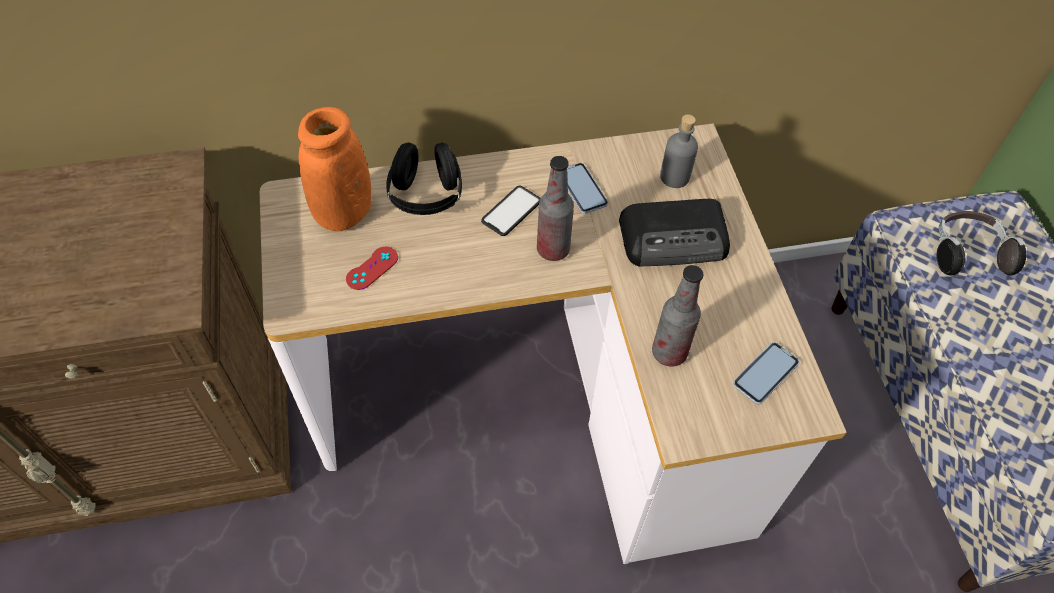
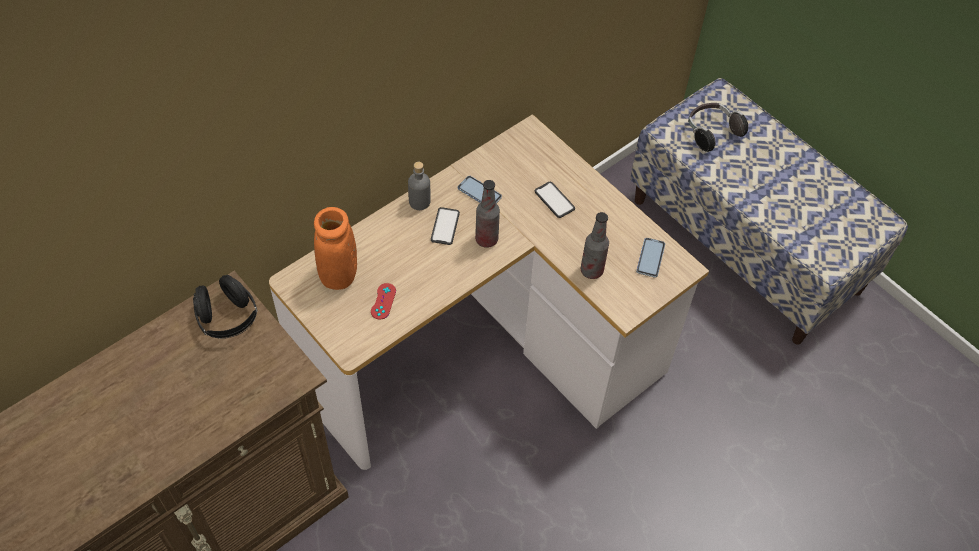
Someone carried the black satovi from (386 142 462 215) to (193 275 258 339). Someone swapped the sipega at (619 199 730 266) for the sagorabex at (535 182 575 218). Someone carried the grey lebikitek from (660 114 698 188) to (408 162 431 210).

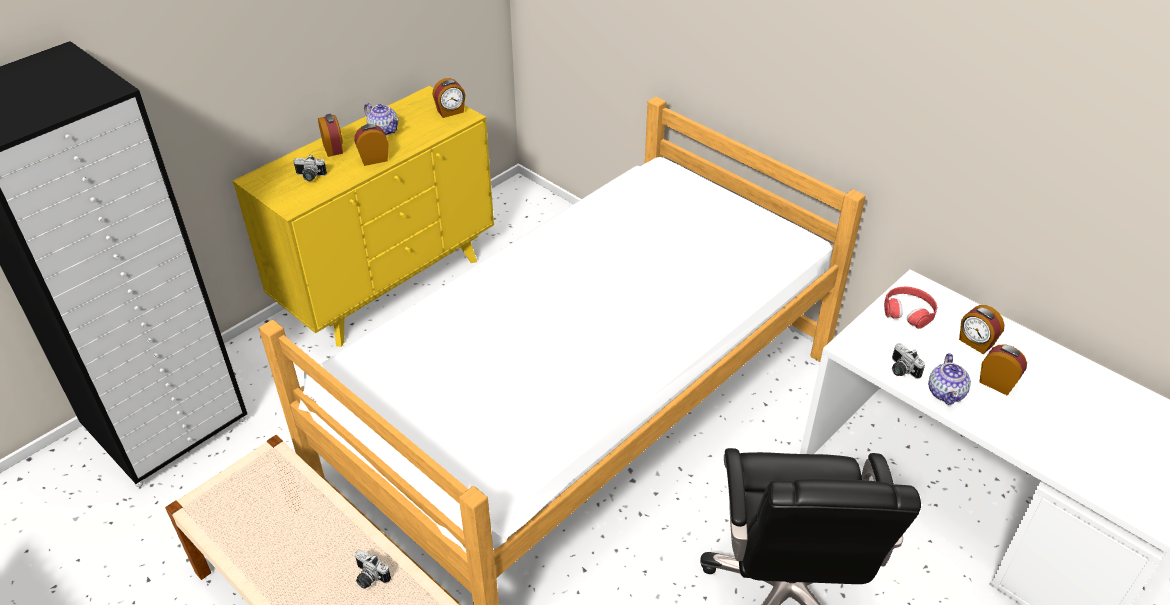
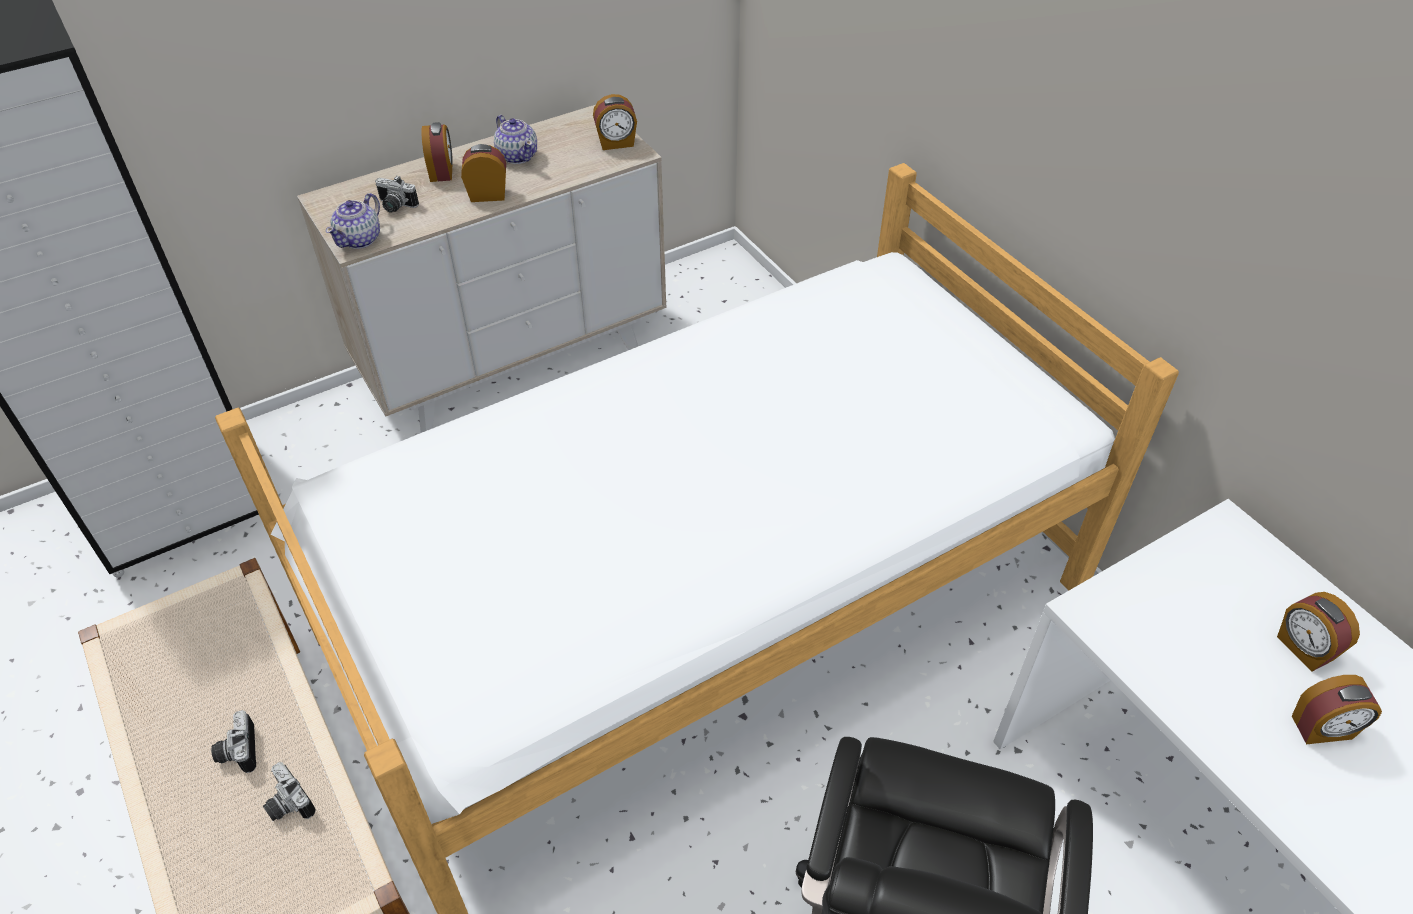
Someone repainted the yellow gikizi at (233 86 494 347), which became the white gikizi at (297 105 667 433). Someone took away the red satovi at (884 287 937 329). Someone carried the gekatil from (892 343 925 379) to (211 710 256 773). Someone carried the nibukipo from (928 353 971 405) to (326 193 380 249). Someone rotated the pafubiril at (980 344 1027 396) by 120 degrees clockwise.

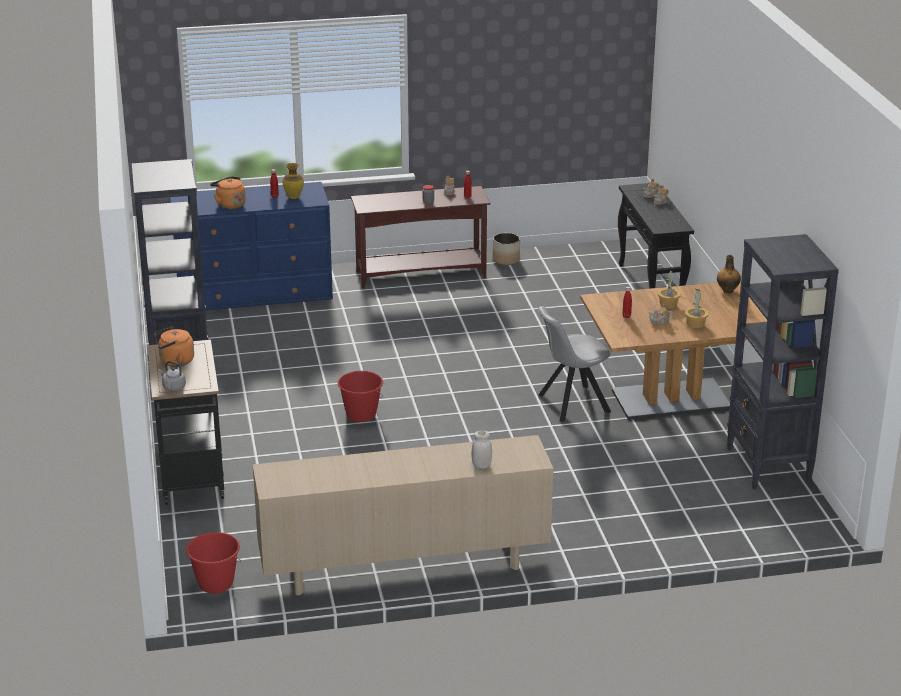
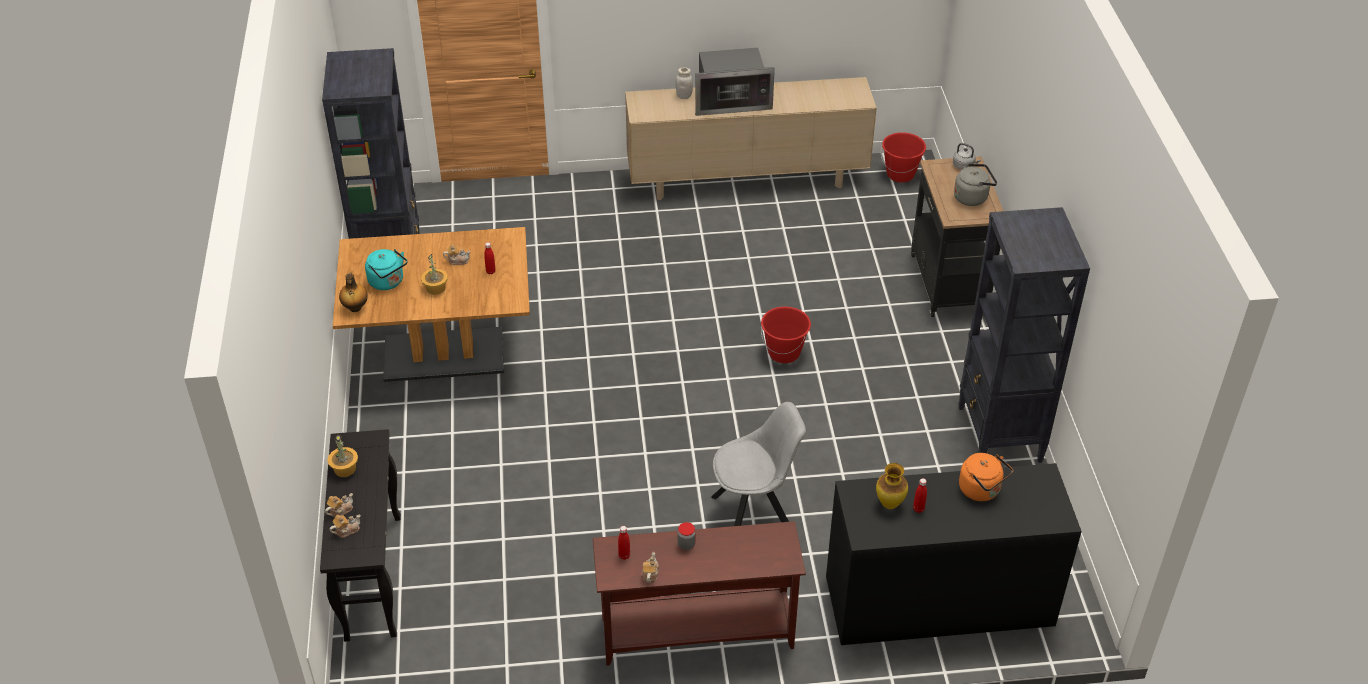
Someone repainted the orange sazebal at (154 327 194 367), which became the grey sazebal at (954 164 997 206). Someone repainted the blue gikizi at (170 182 333 310), which became the black gikizi at (826 463 1082 645). Someone took away the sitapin at (492 233 520 265). Someone carried the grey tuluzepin from (538 306 611 422) to (711 402 806 526). Someone carried the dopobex from (685 289 709 328) to (327 434 358 477). Someone put down the turquoise sazebal at (365 249 408 290). Someone put down the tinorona at (695 48 775 116).

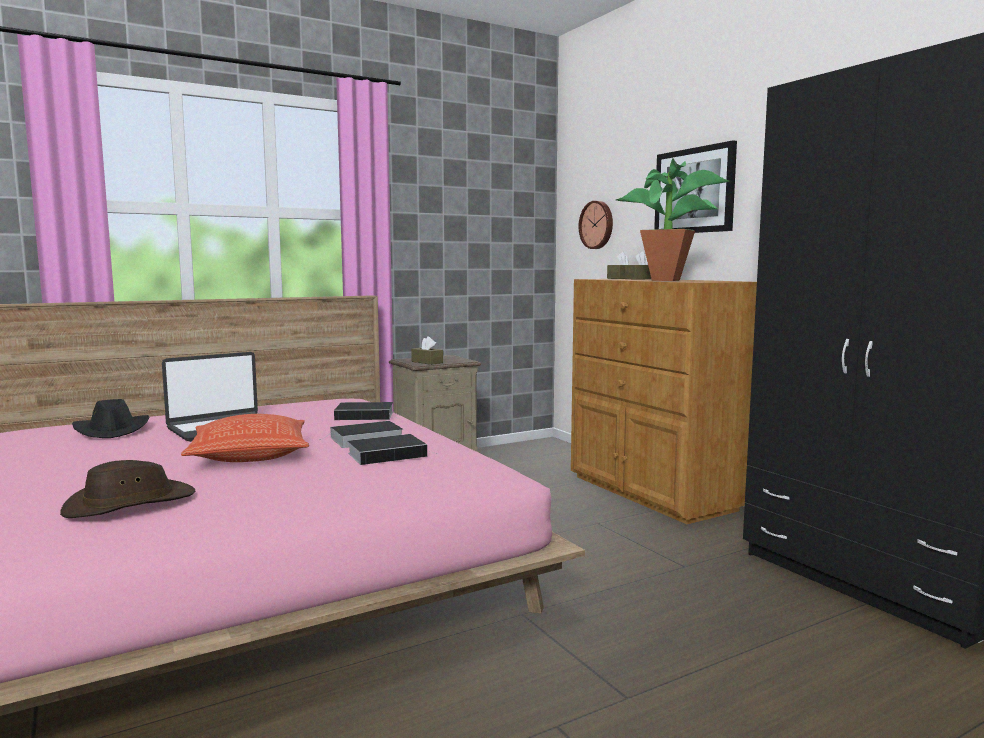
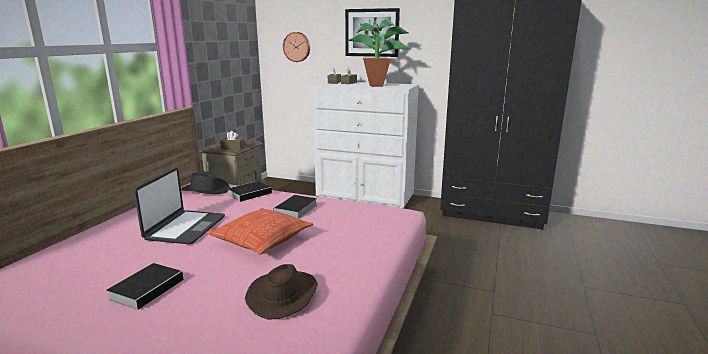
Someone carried the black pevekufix from (72 399 149 438) to (181 171 230 194). Someone carried the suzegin from (348 434 436 465) to (106 263 188 310). Someone repainted the brown gikizi at (571 279 757 524), which became the white gikizi at (313 82 419 208).

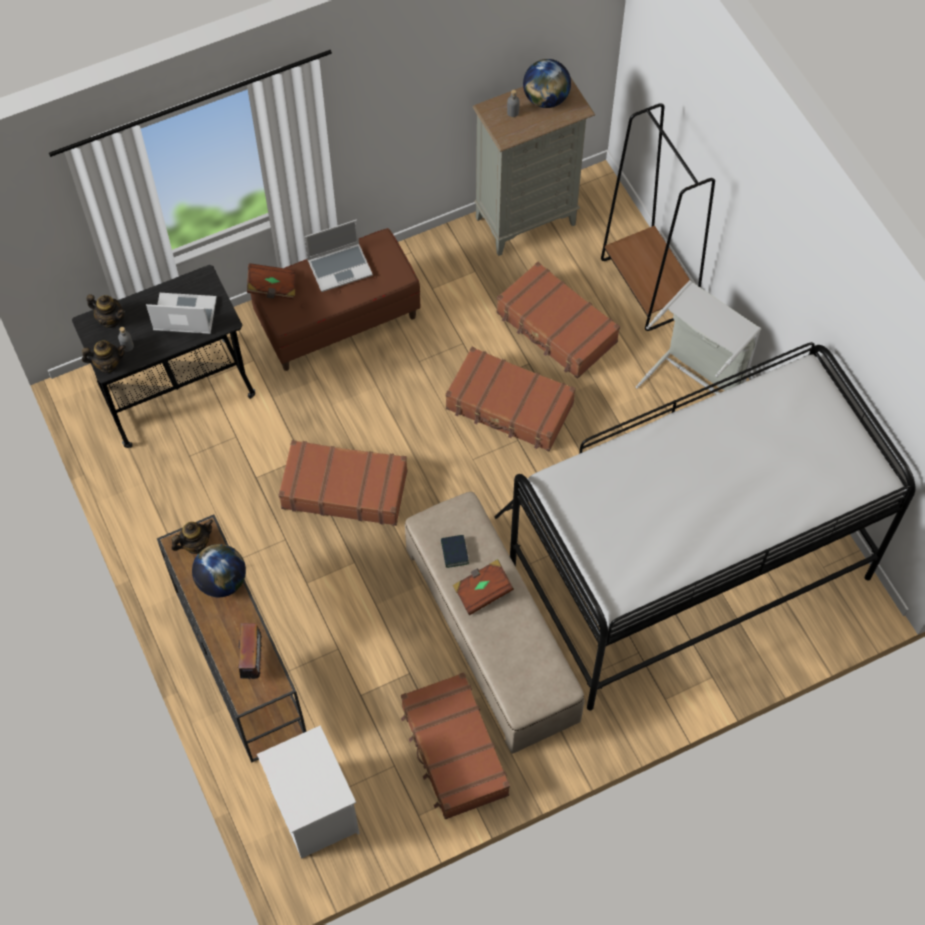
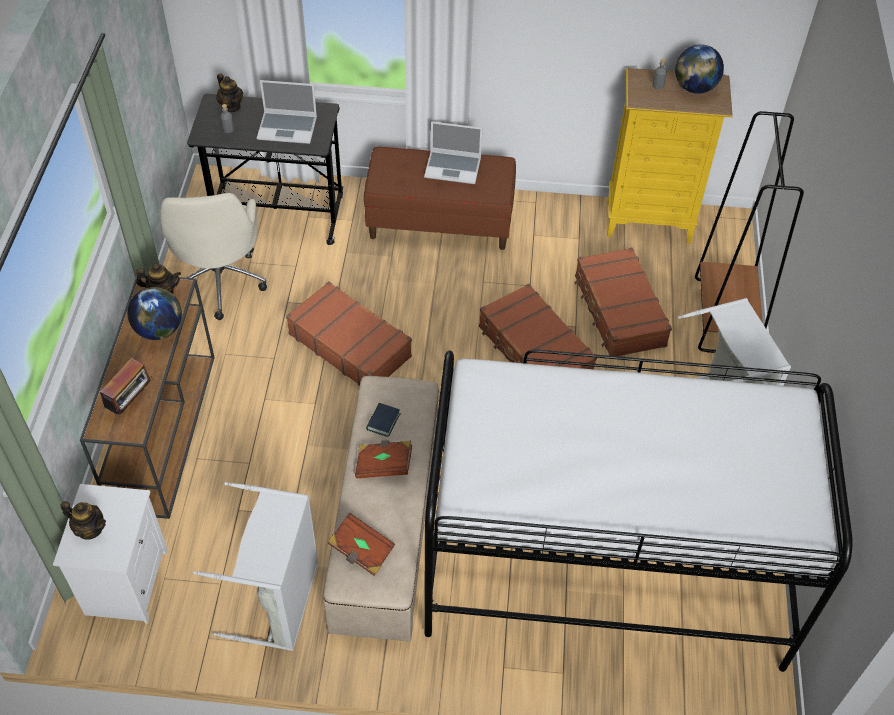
Someone carried the nibukipo from (82 340 126 373) to (60 501 106 540). Someone rotated the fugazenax at (146 293 217 334) by 150 degrees clockwise. Someone carried the brown suzegin from (247 263 295 299) to (328 512 395 576). Someone swapped the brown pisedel at (401 672 510 819) for the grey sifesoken at (193 482 318 651). Someone repainted the grey gikizi at (473 77 595 256), which became the yellow gikizi at (607 68 733 244). Someone put down the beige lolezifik at (160 193 267 320).

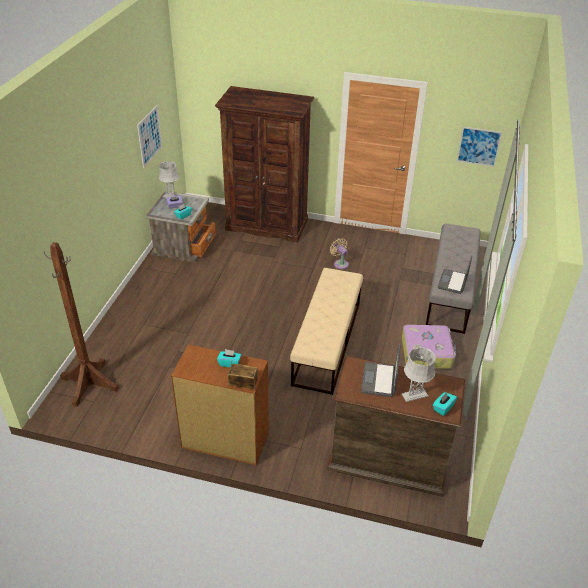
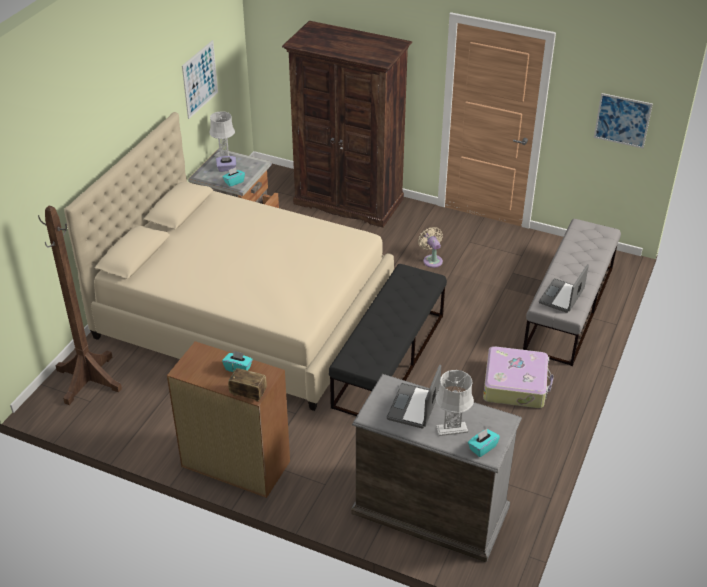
Someone repainted the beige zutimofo at (290 268 363 395), which became the black zutimofo at (329 264 447 416). Someone repainted the brown gikizi at (327 356 465 497), which became the grey gikizi at (351 374 522 562). Someone put down the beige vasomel at (64 112 394 411).

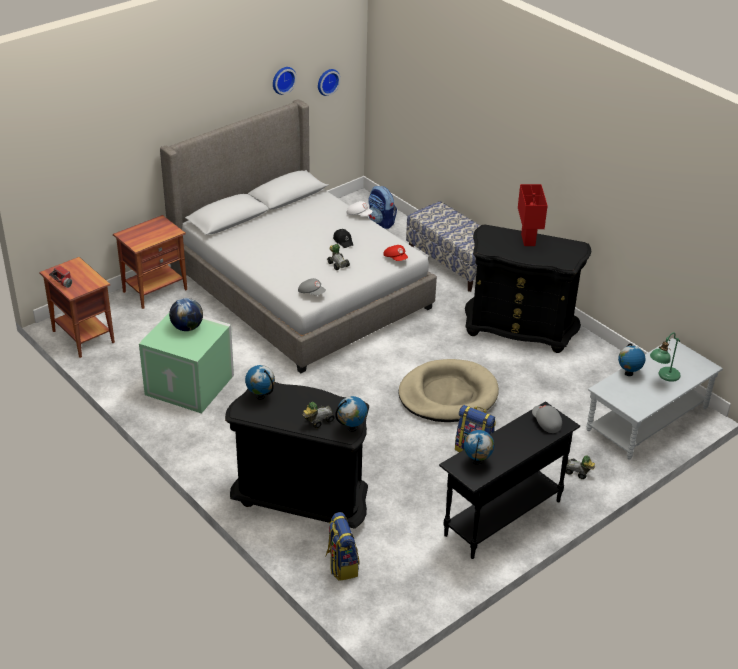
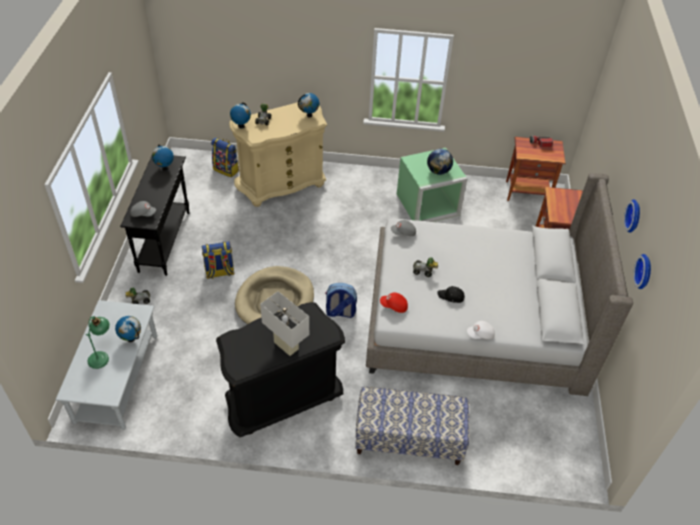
Someone repainted the black gikizi at (225 382 369 529), which became the beige gikizi at (229 102 327 207). Someone carried the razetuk from (318 69 341 96) to (624 200 640 233). Someone carried the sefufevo from (368 186 397 229) to (325 283 357 318). Someone repainted the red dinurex at (518 184 548 246), which became the white dinurex at (260 291 309 356).

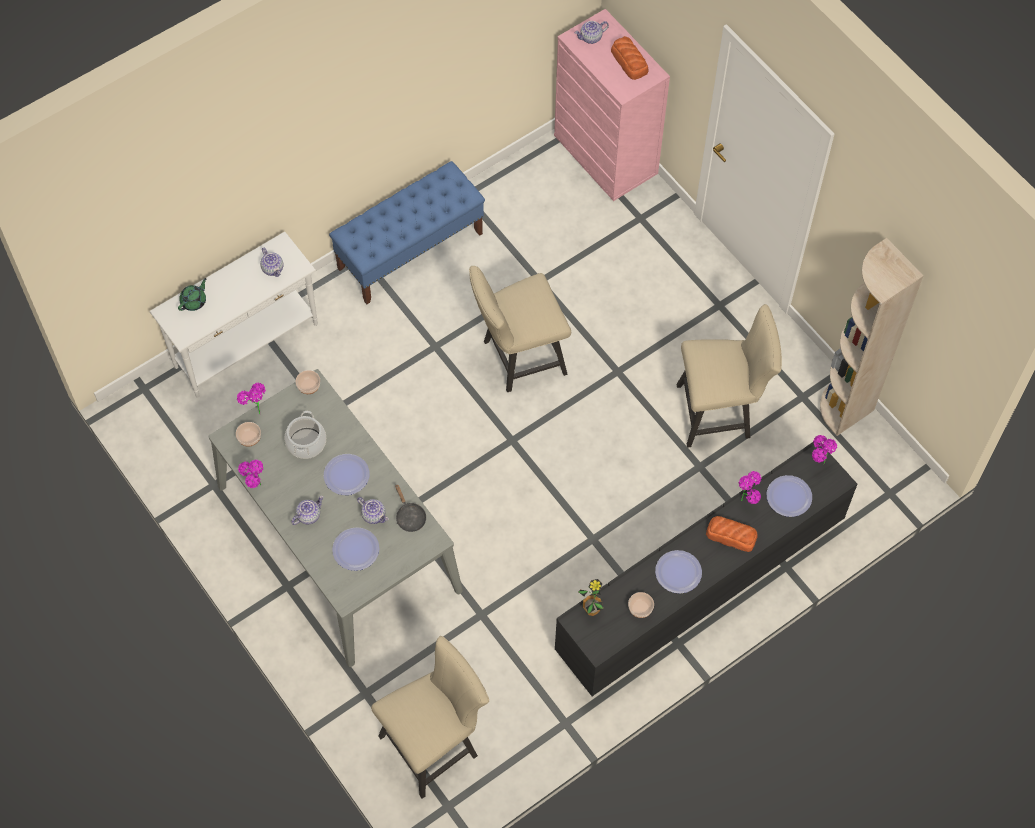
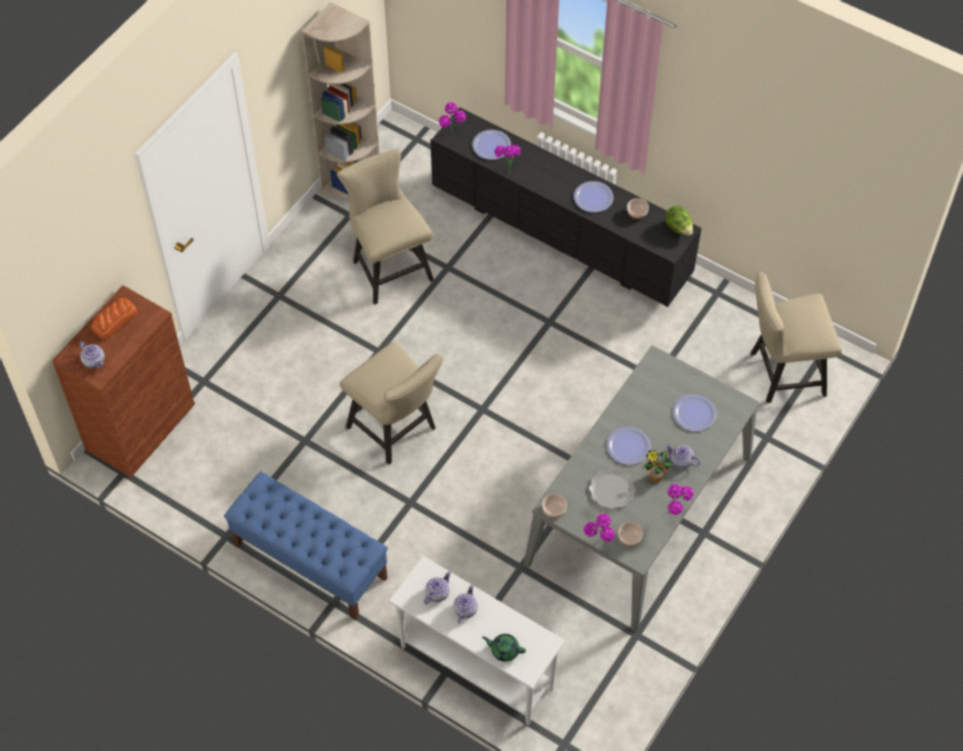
Someone swapped the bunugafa at (284 411 326 459) for the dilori at (589 468 635 509). Someone carried the nibukipo from (357 497 389 524) to (453 585 478 623). Someone rotated the beige tuluzepin at (371 636 489 799) by 45 degrees counterclockwise. Someone took away the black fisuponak at (395 485 426 532). Someone repainted the pink gikizi at (554 9 670 201), which became the brown gikizi at (52 285 195 478). Someone carried the dopobex from (578 579 603 616) to (645 450 673 482). Someone took away the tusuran at (706 516 758 552). Someone put down the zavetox at (665 205 693 236).

